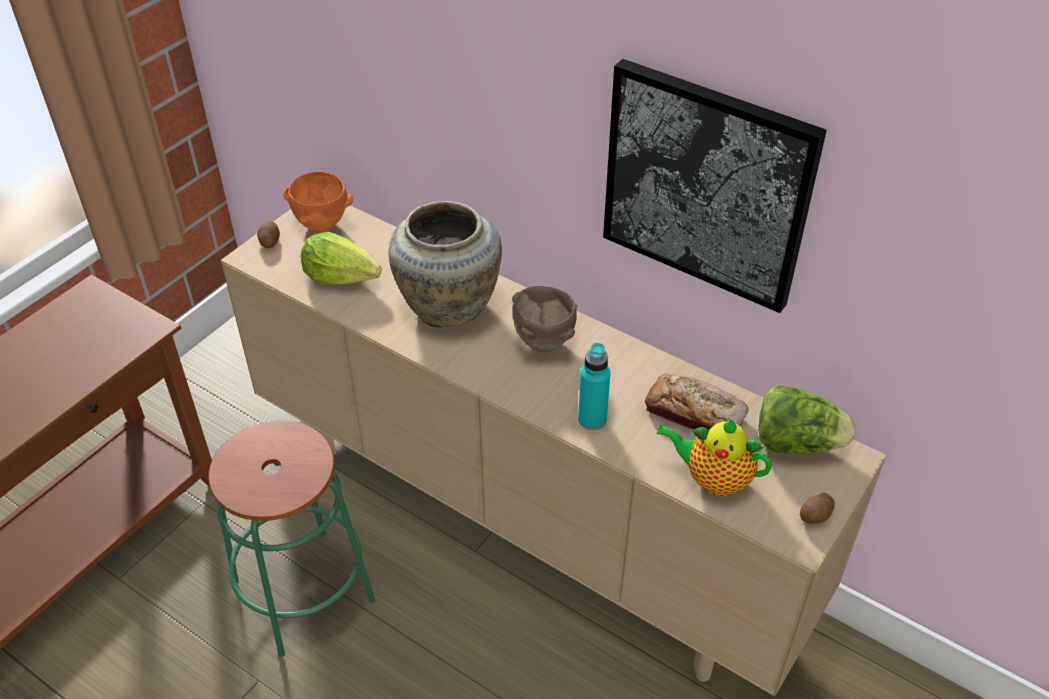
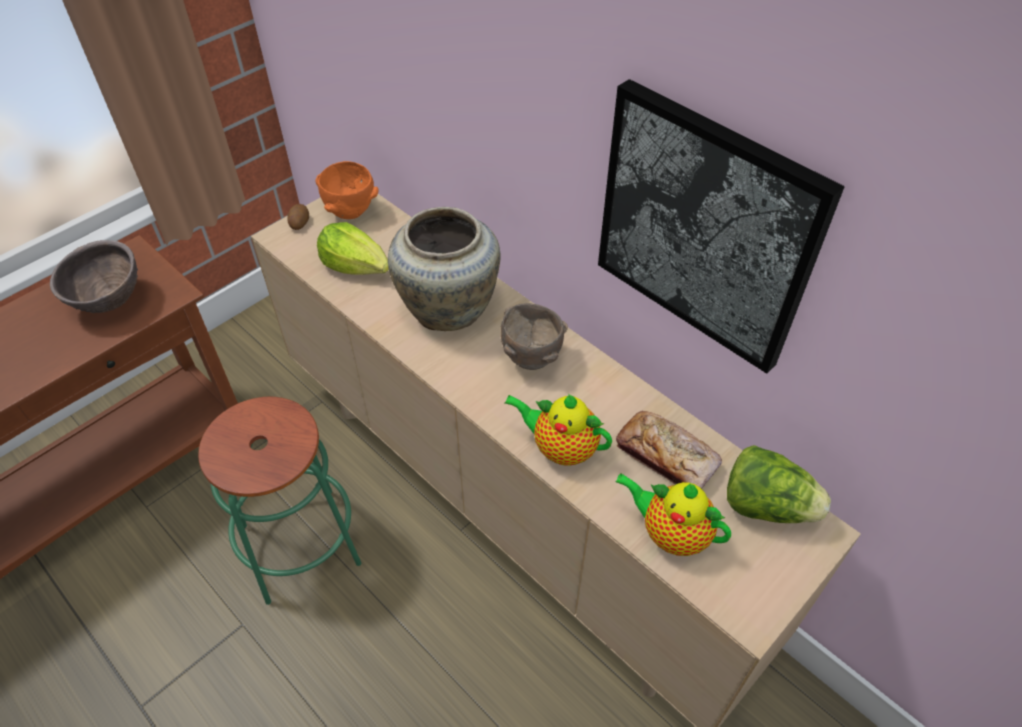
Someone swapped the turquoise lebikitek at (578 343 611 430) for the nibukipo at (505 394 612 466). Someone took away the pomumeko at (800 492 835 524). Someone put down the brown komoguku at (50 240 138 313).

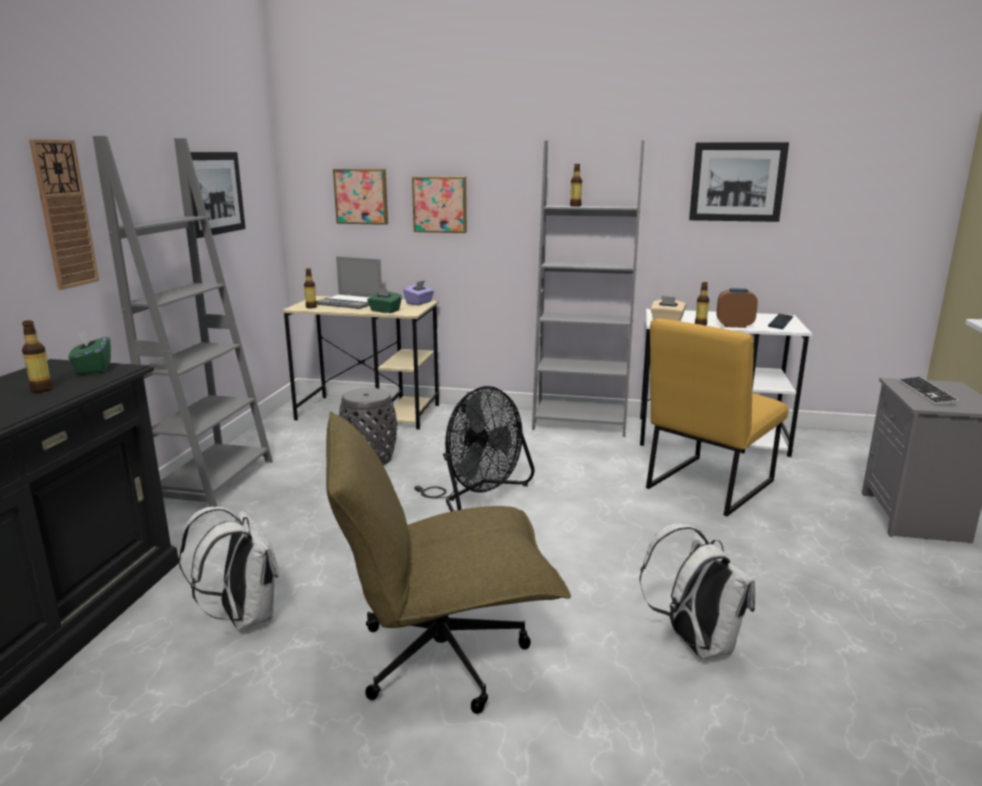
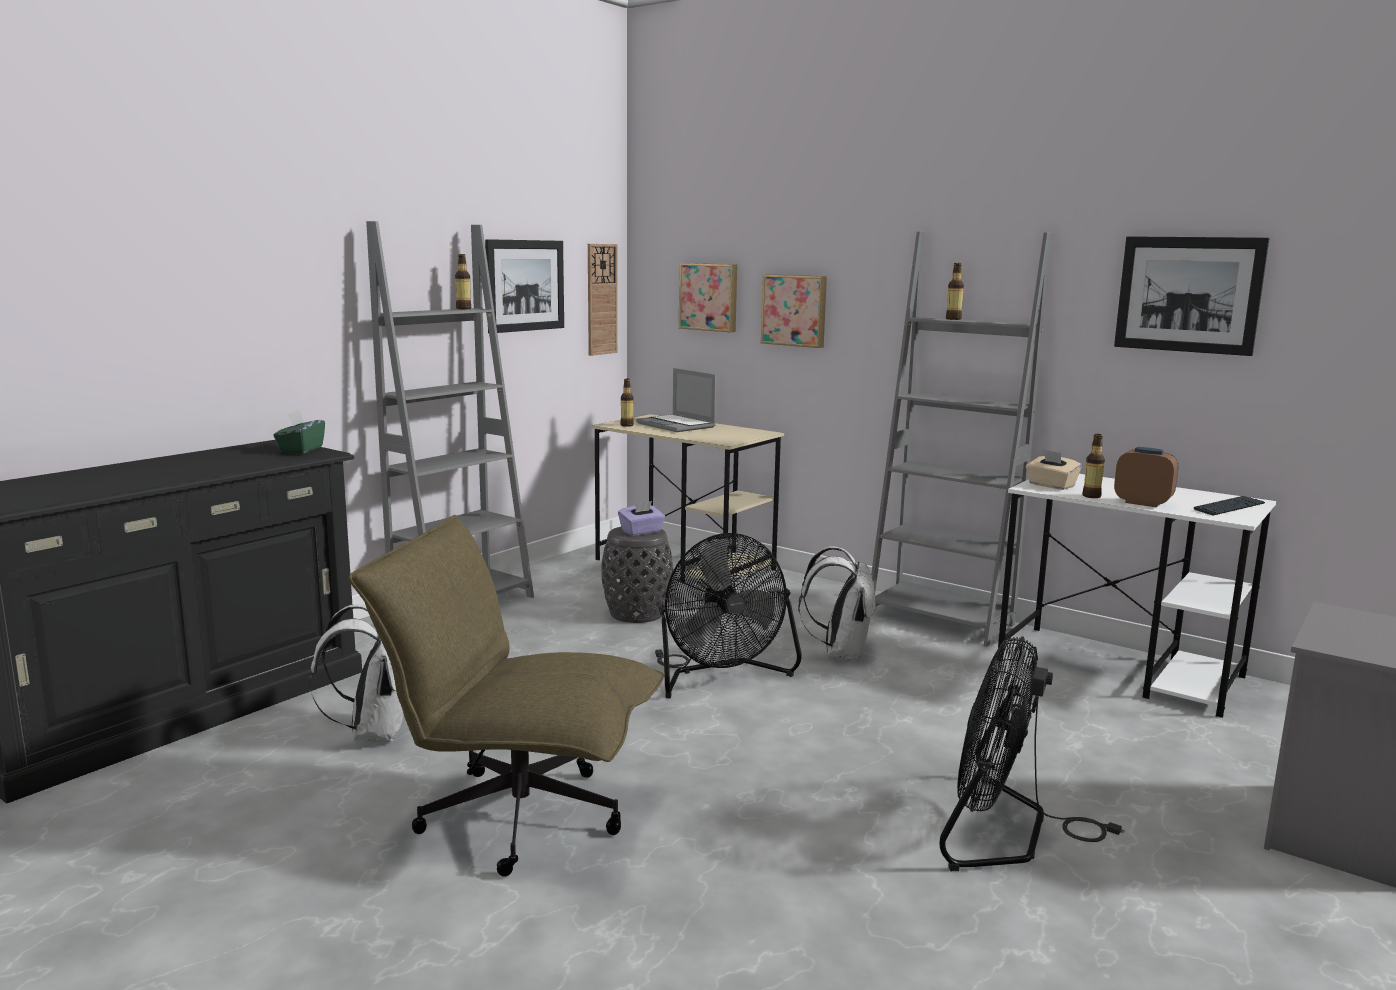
Someone carried the lebikitek from (22 320 53 393) to (455 254 471 309). Someone carried the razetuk from (29 139 99 290) to (588 244 618 356). Someone took away the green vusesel at (367 288 402 313). Someone carried the purple vusesel from (404 280 434 305) to (618 501 665 536). Someone carried the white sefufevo from (640 523 755 659) to (798 546 877 661). Someone took away the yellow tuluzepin at (646 319 789 516). Someone took away the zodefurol at (899 377 959 405). Someone put down the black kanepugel at (940 636 1125 871).

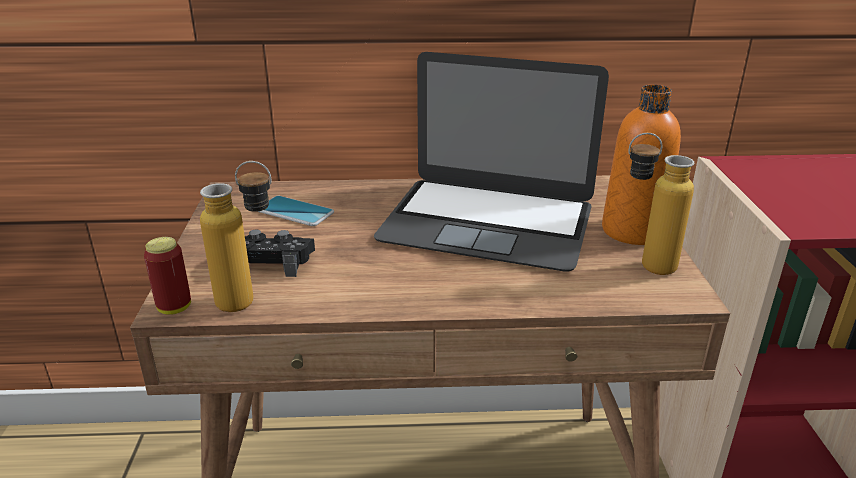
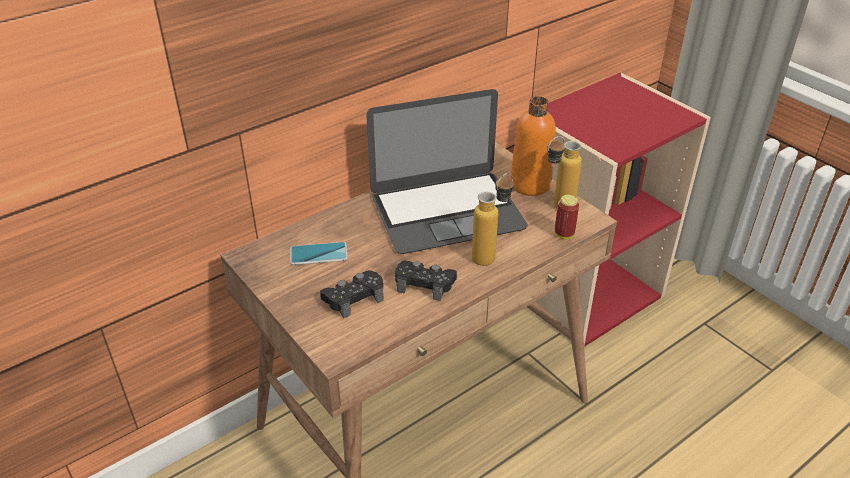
Someone carried the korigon from (144 237 191 315) to (555 195 579 239). Someone carried the lebikitek from (200 161 272 312) to (472 173 514 266). Someone put down the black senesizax at (395 261 457 301).

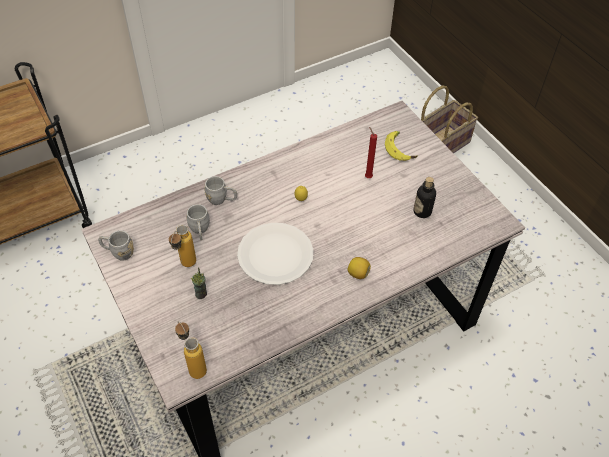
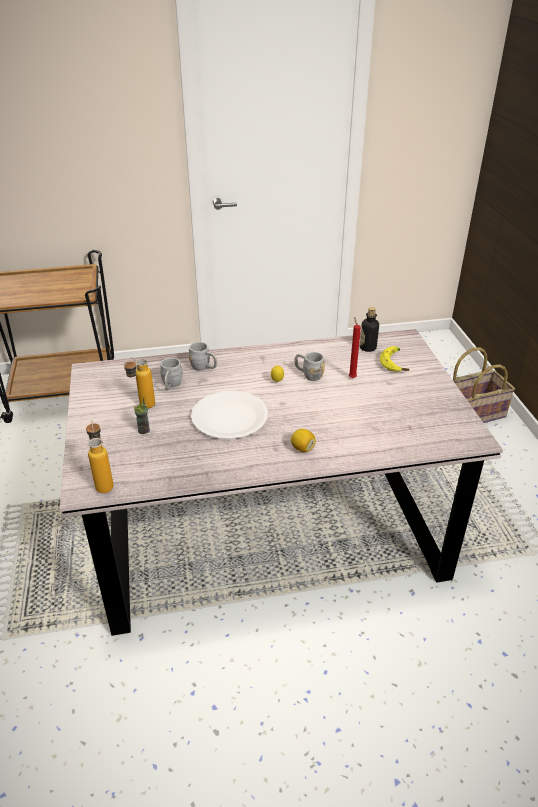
Someone carried the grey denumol from (98 230 134 261) to (295 352 325 381). Someone carried the lebikitek from (414 177 436 218) to (360 307 379 352).

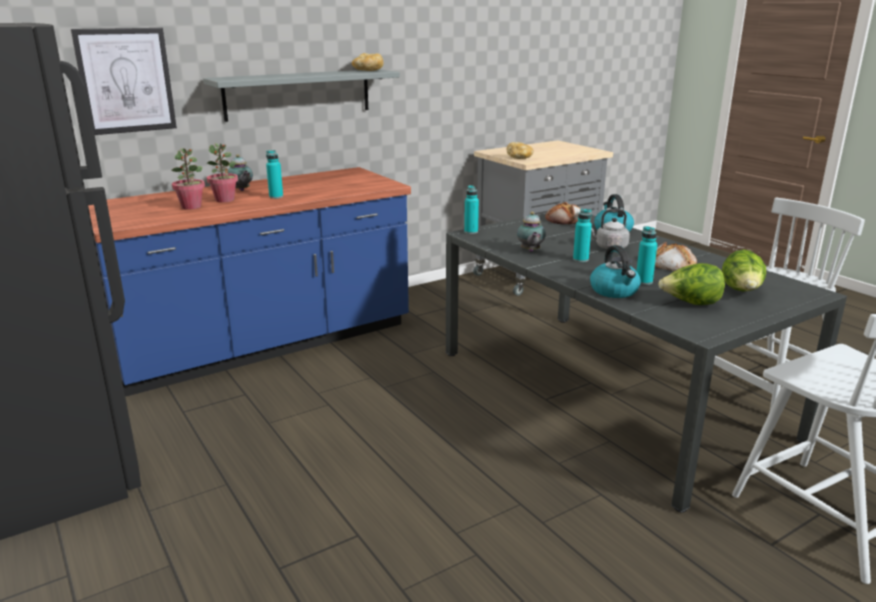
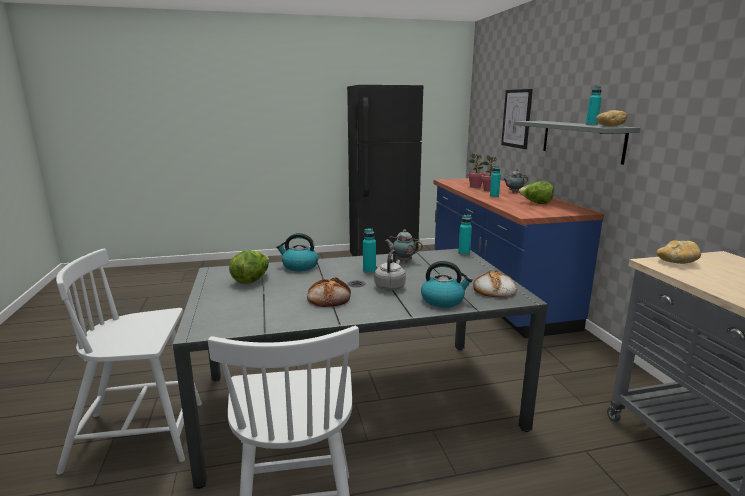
Someone carried the turquoise lebikitek from (637 226 657 285) to (586 86 602 125). Someone carried the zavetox from (722 249 766 291) to (519 181 554 204).

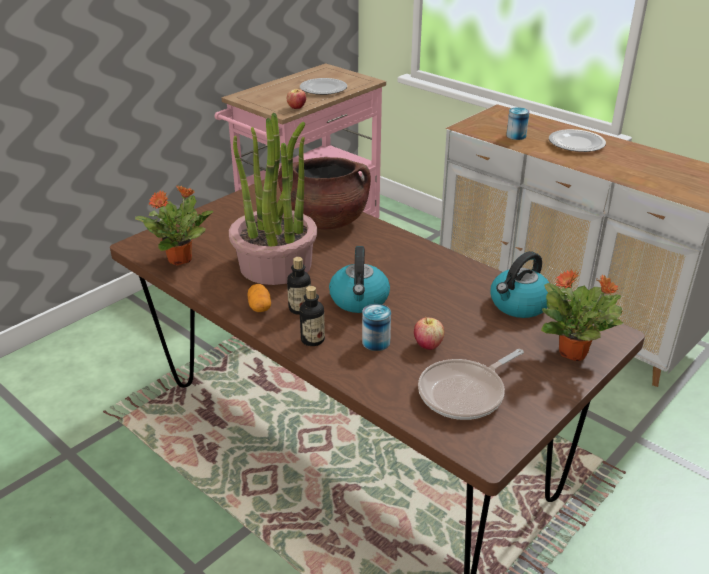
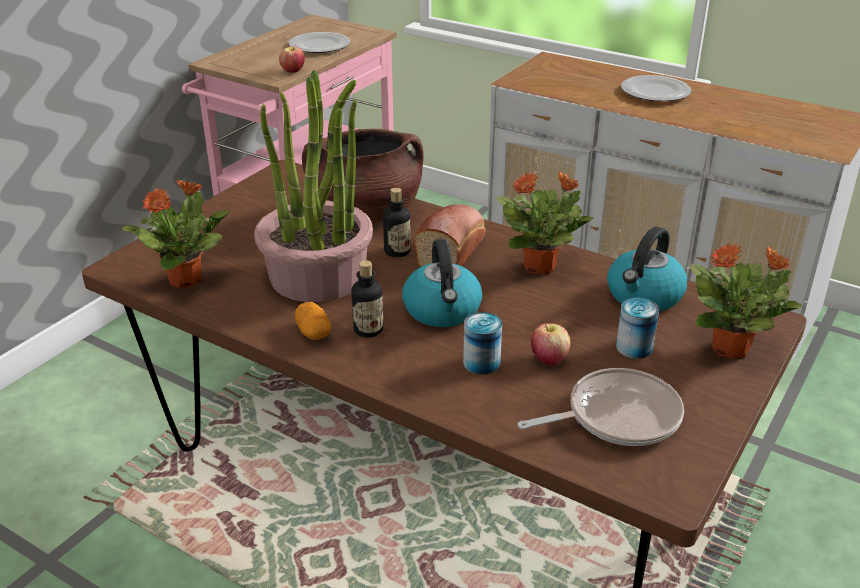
Someone carried the lebikitek from (300 286 325 346) to (383 188 411 257). Someone rotated the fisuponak at (418 349 524 420) by 150 degrees counterclockwise. Someone carried the korigon from (506 107 530 140) to (616 298 659 359). Someone put down the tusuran at (414 204 485 267). Someone put down the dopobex at (496 172 593 275).

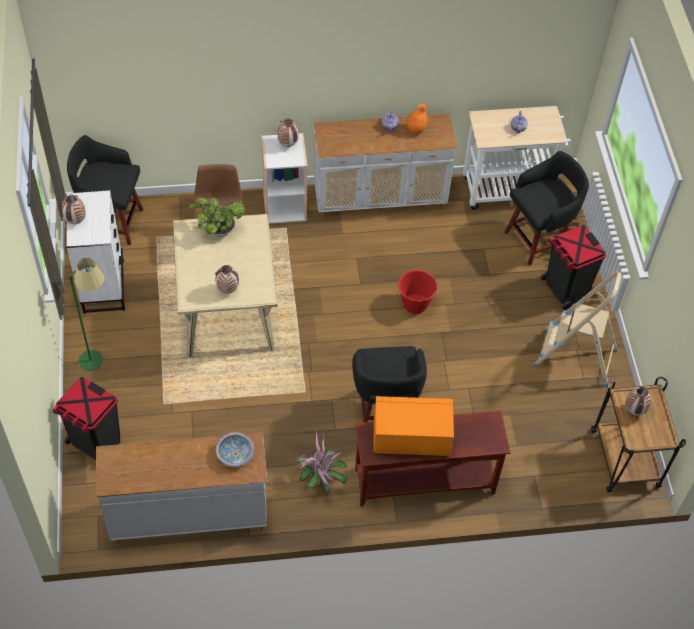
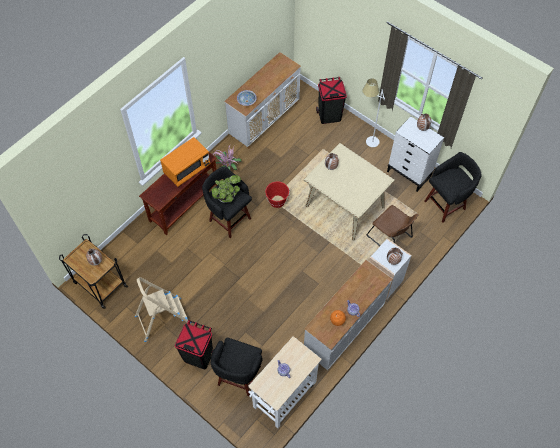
Someone repainted the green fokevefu at (69 258 104 371), which became the white fokevefu at (363 78 385 147). Someone carried the dopobex from (189 197 245 237) to (211 175 241 203). Someone carried the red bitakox from (398 270 438 314) to (265 181 290 208).

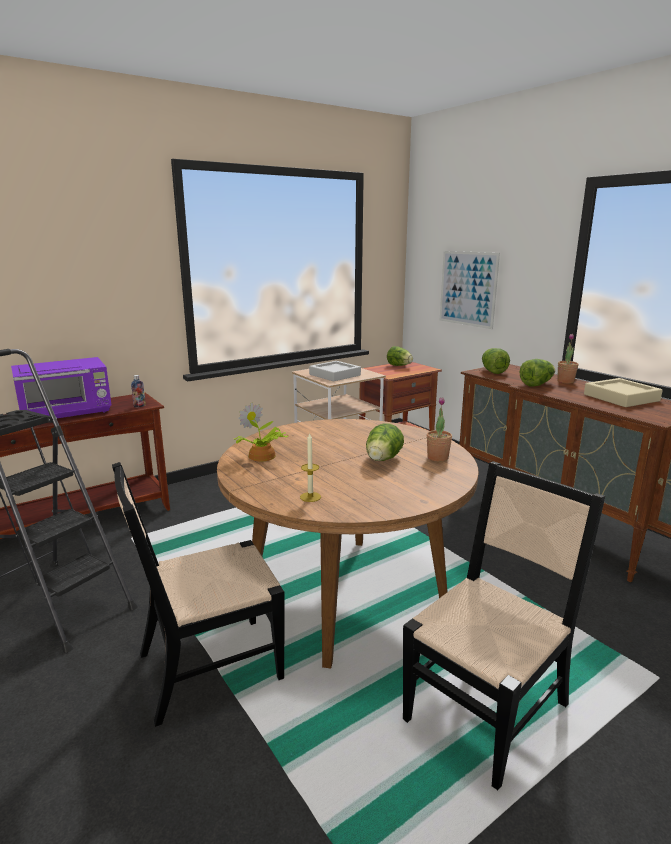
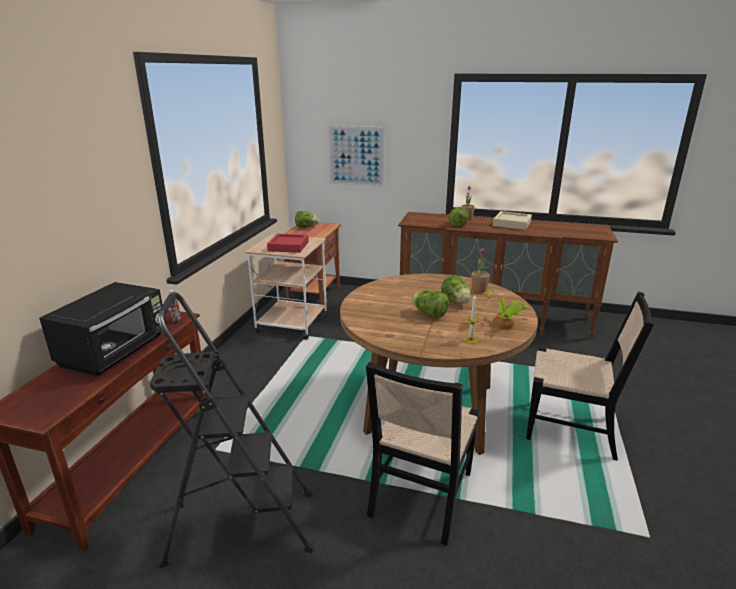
Someone repainted the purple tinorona at (11 357 112 418), which became the black tinorona at (39 282 166 376). Someone carried the dopobex from (235 402 289 461) to (487 285 529 330). Someone repainted the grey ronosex at (309 361 361 381), which became the red ronosex at (267 234 309 253). Someone rotated the tuluzepin at (403 462 606 790) by 105 degrees clockwise. Someone carried the zavetox from (482 348 510 374) to (412 290 449 319).

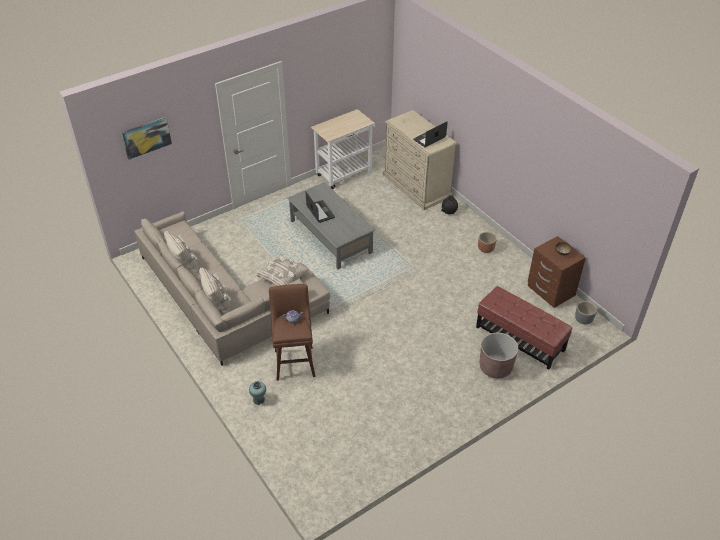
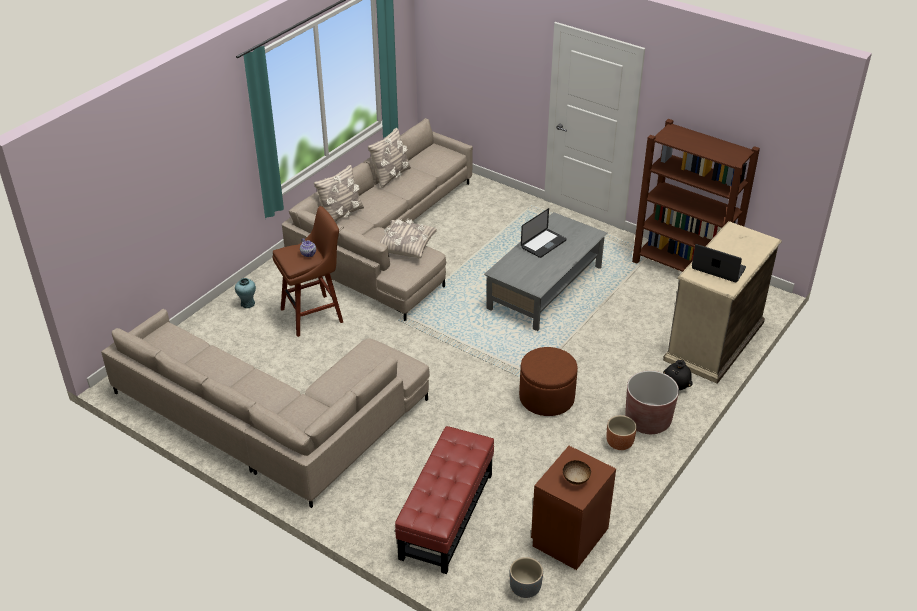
Someone took away the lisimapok at (121 117 172 160). Someone swapped the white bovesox at (311 109 375 189) for the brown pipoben at (632 119 760 272). Someone carried the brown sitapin from (480 333 518 379) to (625 371 679 434). Someone put down the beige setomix at (101 309 430 508). Someone put down the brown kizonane at (519 347 578 416).

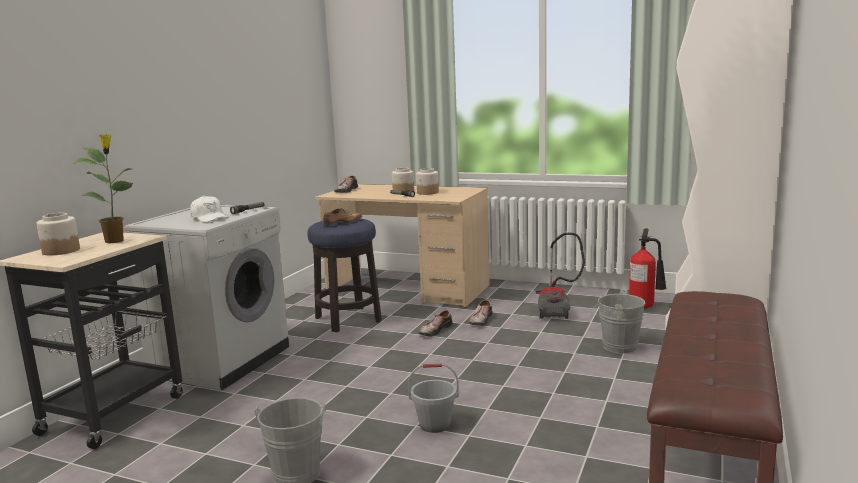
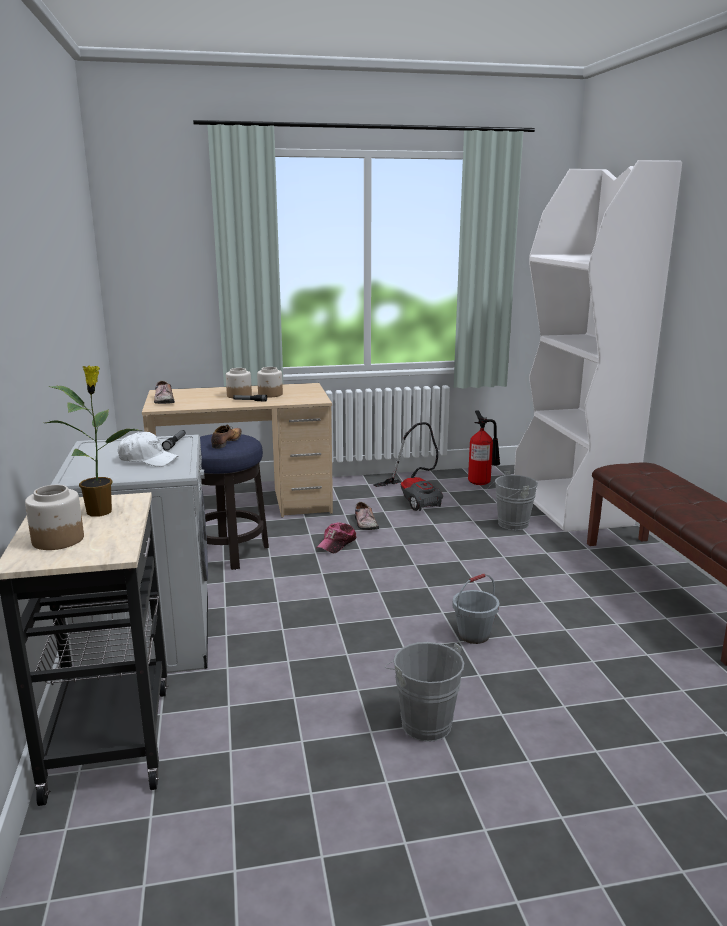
Someone swapped the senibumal at (419 310 453 337) for the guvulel at (316 522 356 553).

